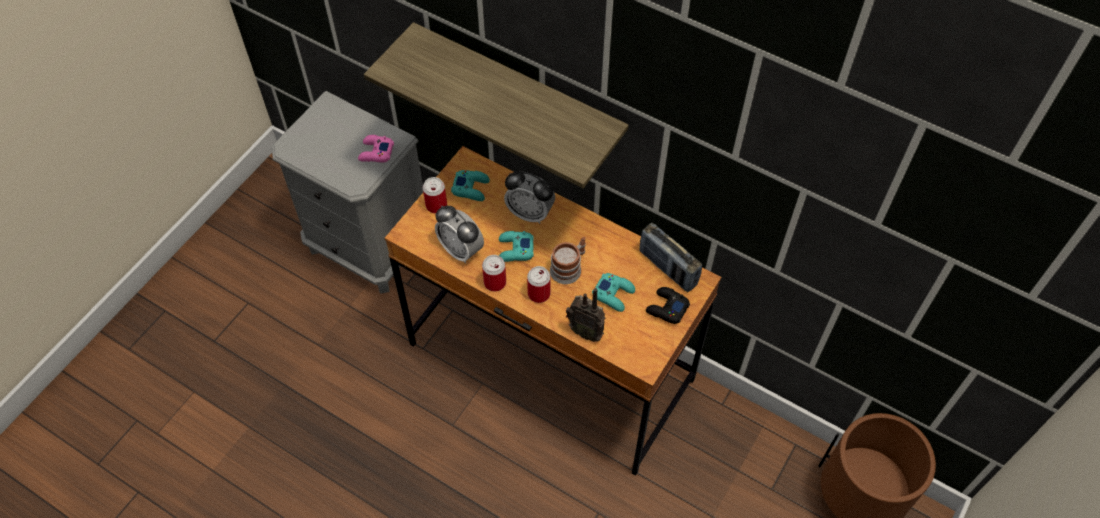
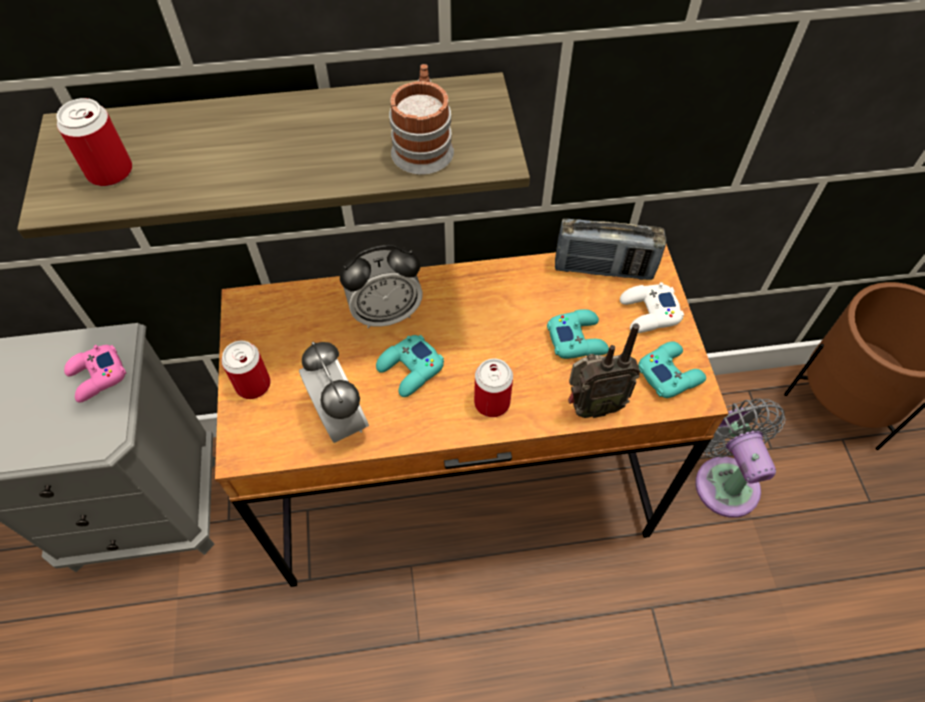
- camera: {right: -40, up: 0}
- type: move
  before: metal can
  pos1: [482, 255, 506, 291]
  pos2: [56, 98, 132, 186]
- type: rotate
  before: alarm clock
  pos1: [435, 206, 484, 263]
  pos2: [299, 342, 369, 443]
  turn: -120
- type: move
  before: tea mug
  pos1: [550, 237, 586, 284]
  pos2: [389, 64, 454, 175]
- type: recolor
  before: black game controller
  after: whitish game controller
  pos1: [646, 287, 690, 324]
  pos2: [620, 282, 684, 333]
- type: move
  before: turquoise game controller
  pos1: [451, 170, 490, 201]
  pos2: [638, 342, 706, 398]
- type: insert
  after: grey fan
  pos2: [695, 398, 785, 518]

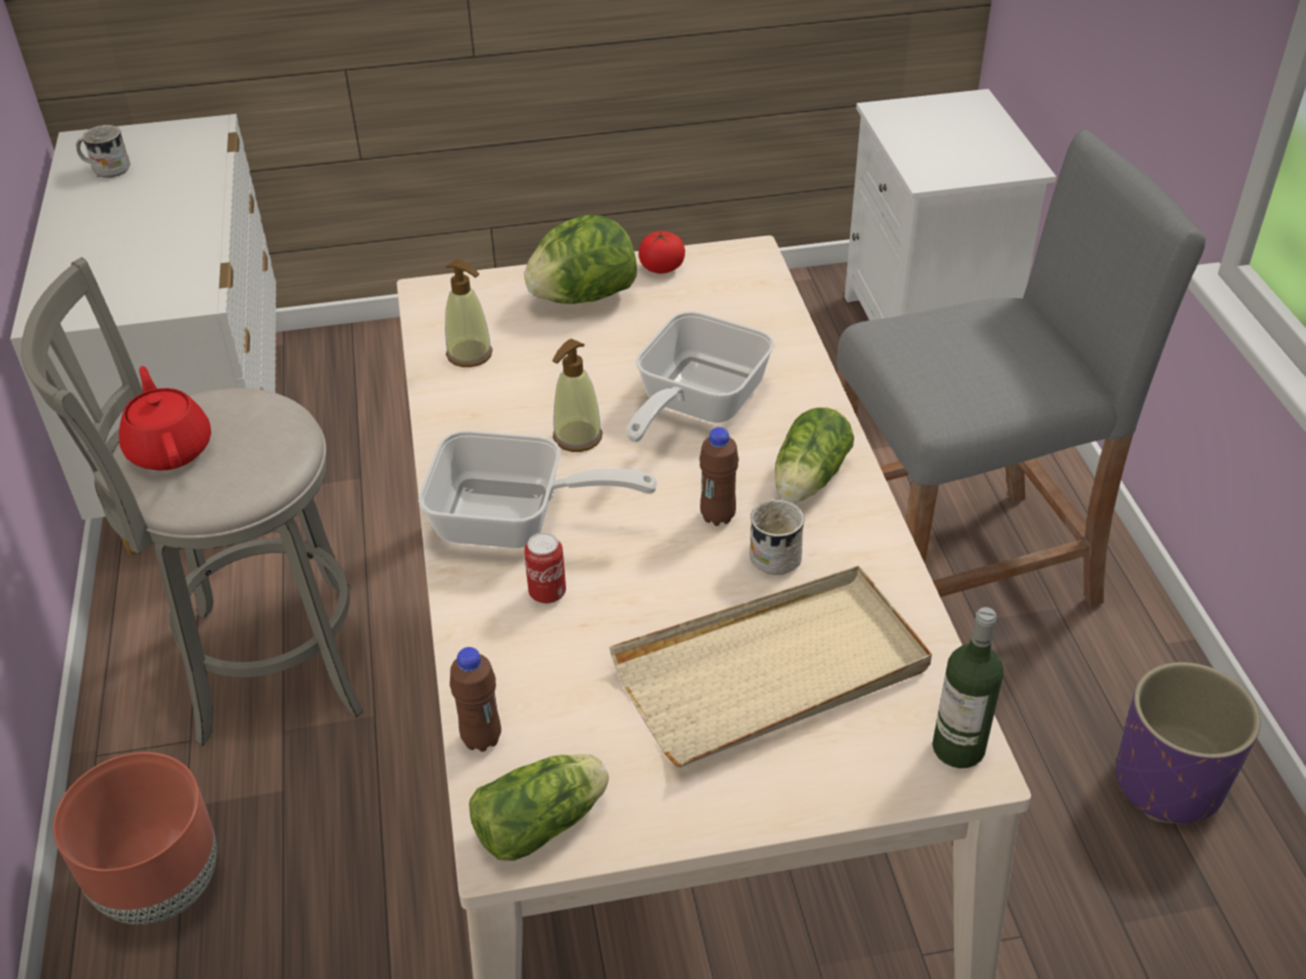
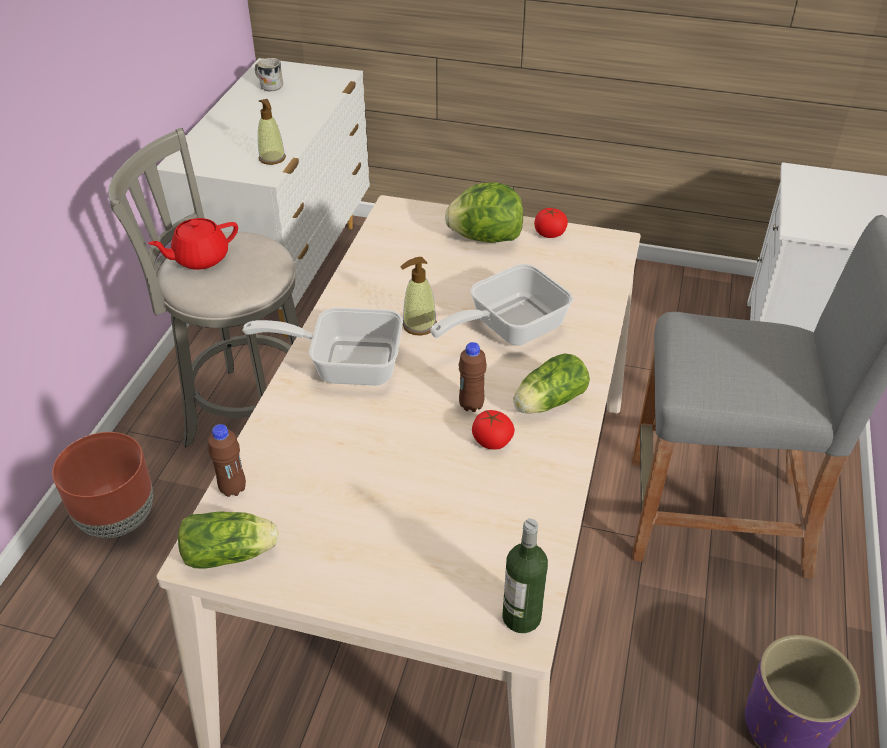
- camera: {right: 25, up: 0}
- type: rotate
  before: reddish teapot
  pos1: [119, 366, 211, 471]
  pos2: [148, 218, 238, 270]
  turn: -120
- type: rotate
  before: frying pan
  pos1: [418, 430, 657, 548]
  pos2: [242, 307, 403, 386]
  turn: 150
- type: move
  before: soap dispenser
  pos1: [445, 259, 493, 367]
  pos2: [258, 99, 286, 165]
- type: replace
  before: whitish tea mug
  after: whole tomato
  pos1: [749, 499, 805, 575]
  pos2: [472, 410, 515, 450]
- type: delete
  before: metal can
  pos1: [524, 532, 566, 604]
- type: delete
  before: beige serving tray
  pos1: [609, 566, 932, 767]

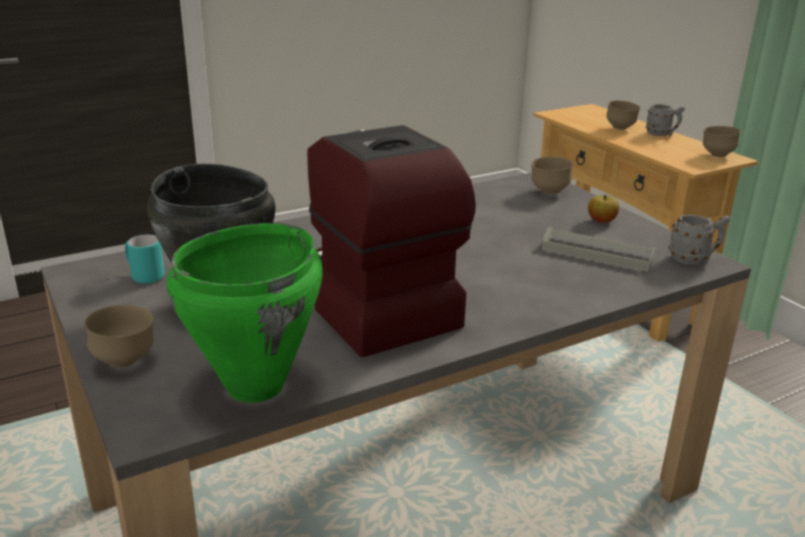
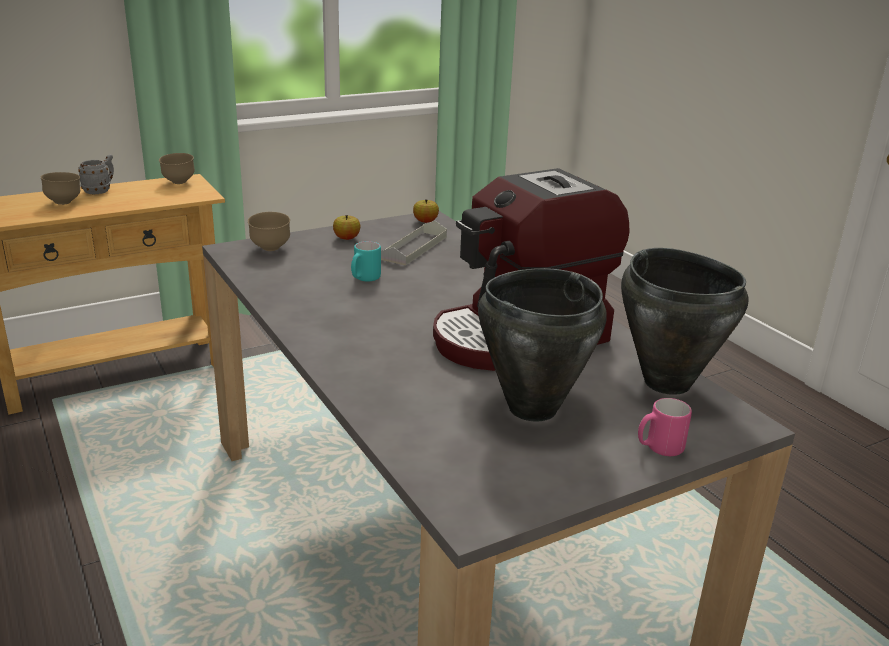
- camera: {right: -90, up: 0}
- type: move
  before: turquoise tea mug
  pos1: [125, 235, 165, 284]
  pos2: [351, 241, 381, 281]
- type: replace
  before: grey tea mug
  after: whole apple
  pos1: [669, 214, 730, 265]
  pos2: [413, 199, 439, 223]
- type: recolor
  before: green-coloured stockpot
  after: black stockpot
  pos1: [167, 223, 323, 403]
  pos2: [621, 248, 749, 395]
- type: replace
  before: brown-coloured serving bowl
  after: pink tea mug
  pos1: [84, 305, 154, 368]
  pos2: [638, 398, 692, 456]

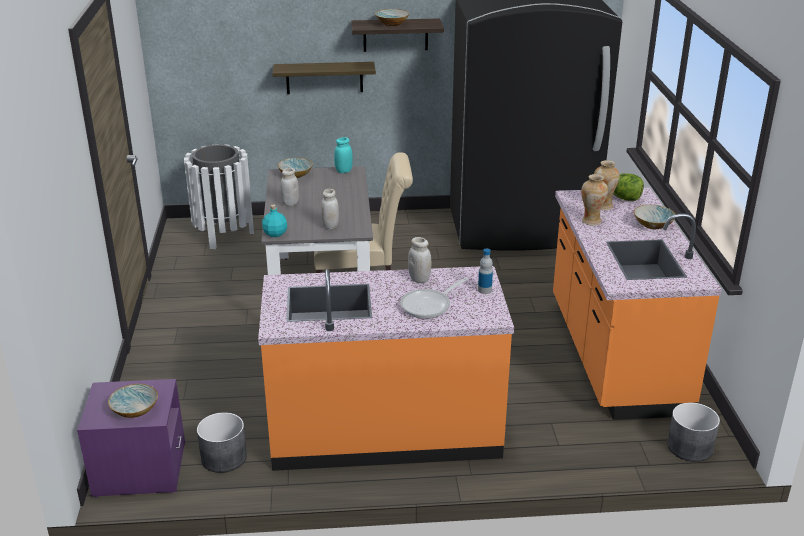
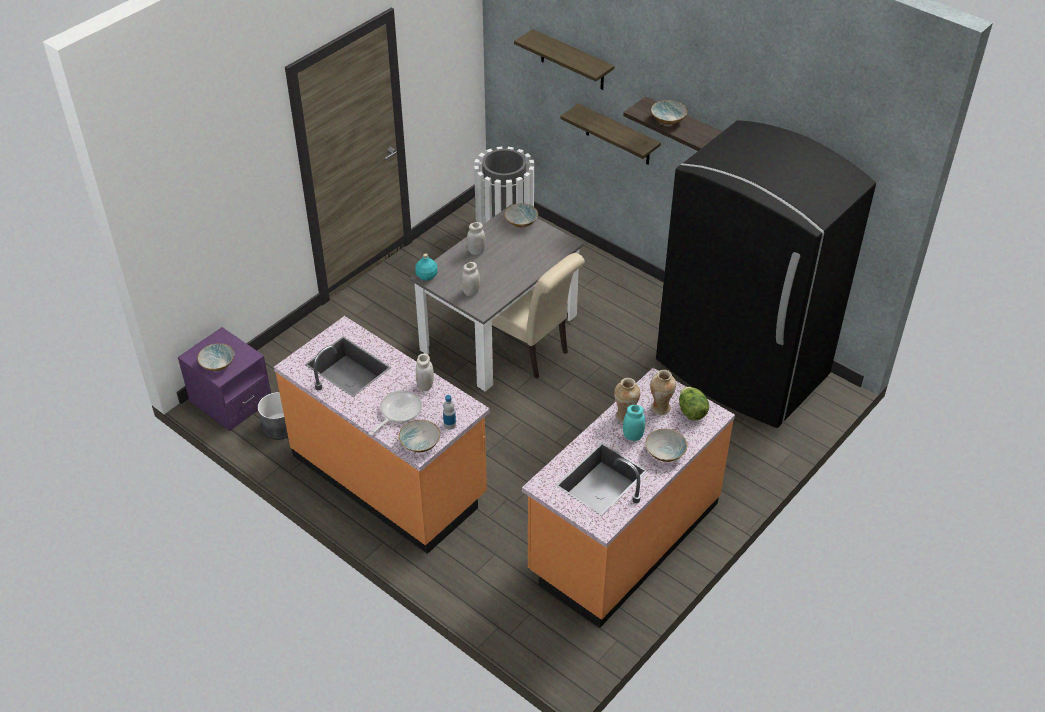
- camera: {right: 45, up: 15}
- type: rotate
  before: frying pan
  pos1: [400, 277, 469, 319]
  pos2: [369, 390, 422, 435]
  turn: 120
- type: insert
  after: serving bowl
  pos2: [399, 420, 440, 452]
- type: insert
  after: wall shelf
  pos2: [514, 29, 614, 90]
- type: move
  before: turquoise jar
  pos1: [334, 137, 353, 173]
  pos2: [623, 405, 645, 441]
- type: delete
  before: grey plant pot
  pos1: [667, 402, 720, 462]

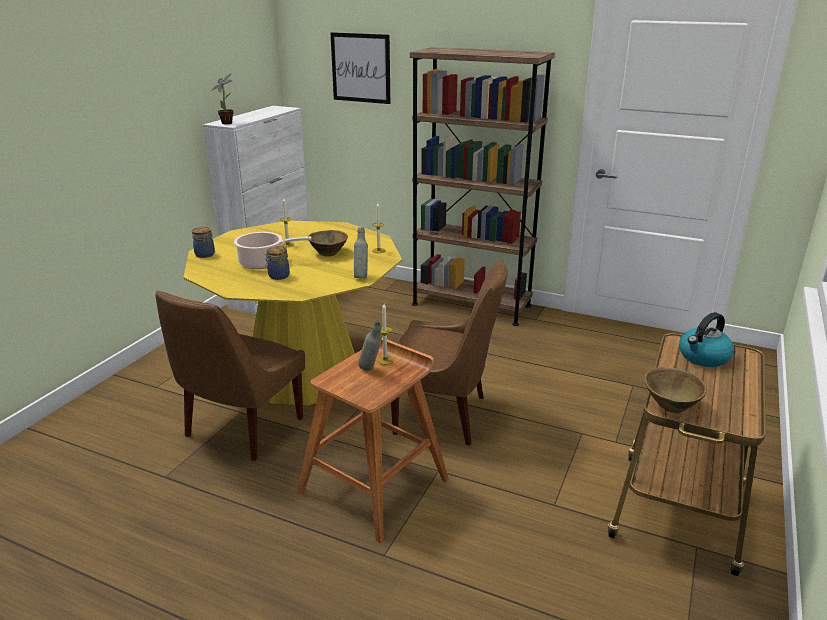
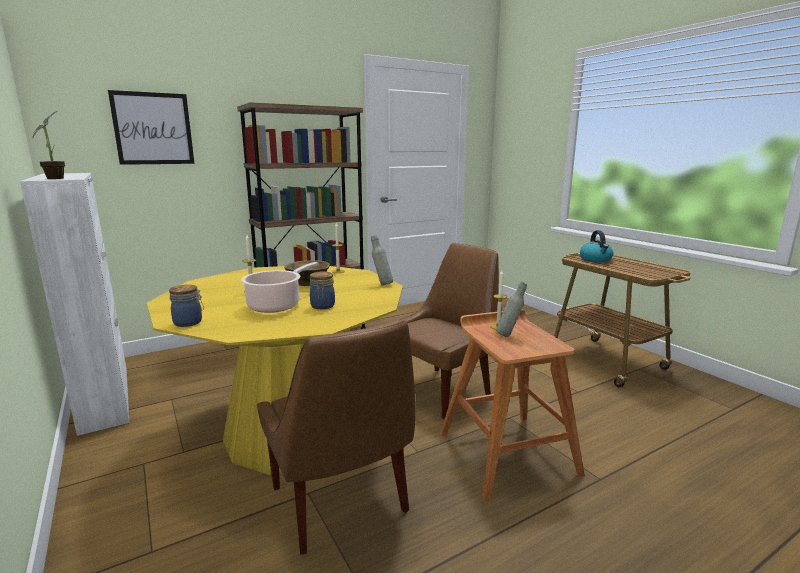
- camera: {right: -55, up: -10}
- type: delete
  before: brown-coloured serving bowl
  pos1: [644, 367, 707, 413]

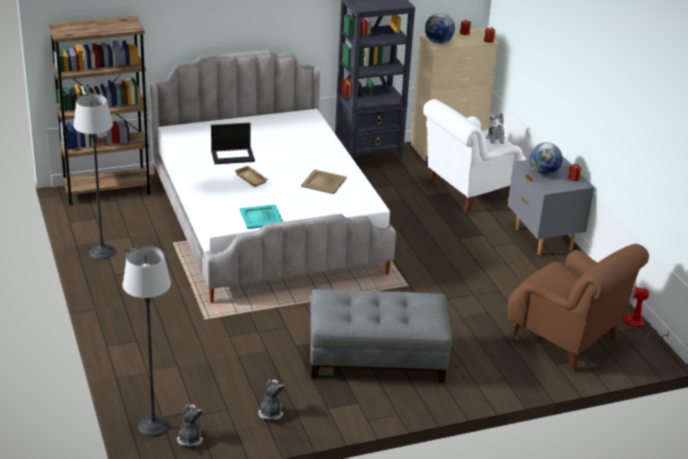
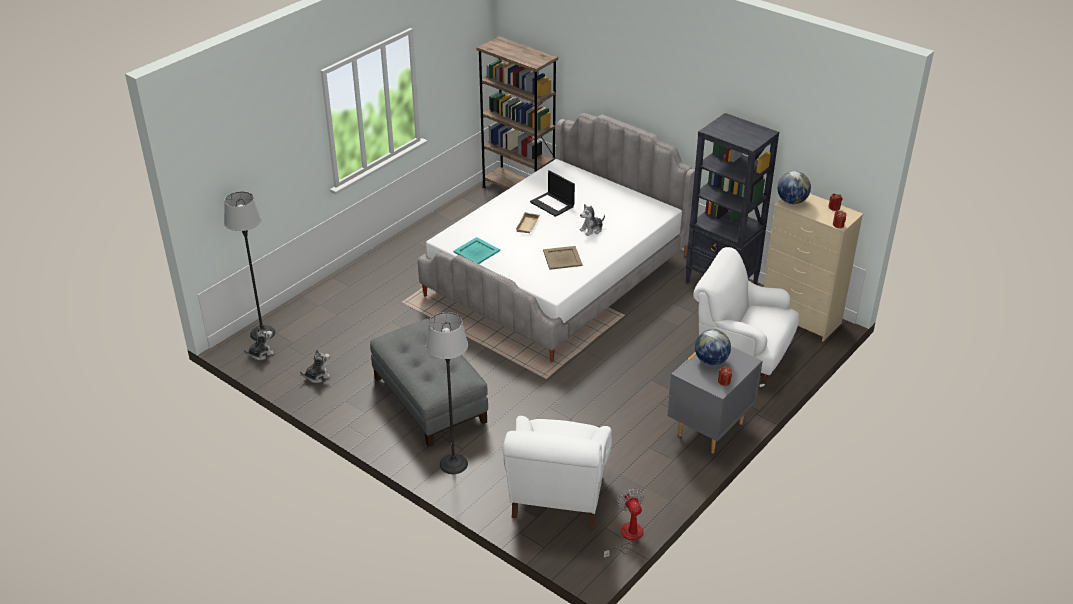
- camera: {right: 60, up: 5}
- type: move
  before: floor lamp
  pos1: [73, 94, 116, 259]
  pos2: [426, 312, 468, 474]
- type: recolor
  before: brown-coloured lounge chair
  after: whitish lounge chair
  pos1: [507, 244, 649, 372]
  pos2: [503, 416, 612, 529]
- type: move
  before: soft toy
  pos1: [486, 113, 505, 144]
  pos2: [579, 204, 605, 236]

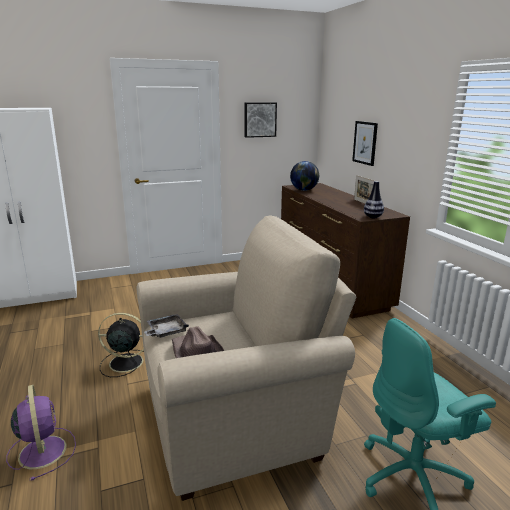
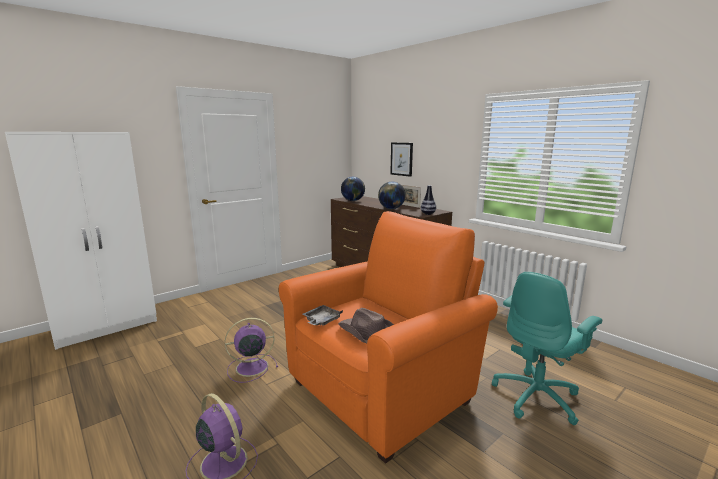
- camera: {right: -20, up: -5}
- type: recolor
  before: black fan
  after: purplish fan
  pos1: [98, 313, 144, 377]
  pos2: [225, 318, 278, 383]
- type: recolor
  before: beige lounge chair
  after: orange lounge chair
  pos1: [137, 216, 356, 501]
  pos2: [279, 211, 498, 464]
- type: insert
  after: desk globe
  pos2: [378, 182, 406, 209]
- type: delete
  before: picture
  pos1: [244, 102, 277, 138]

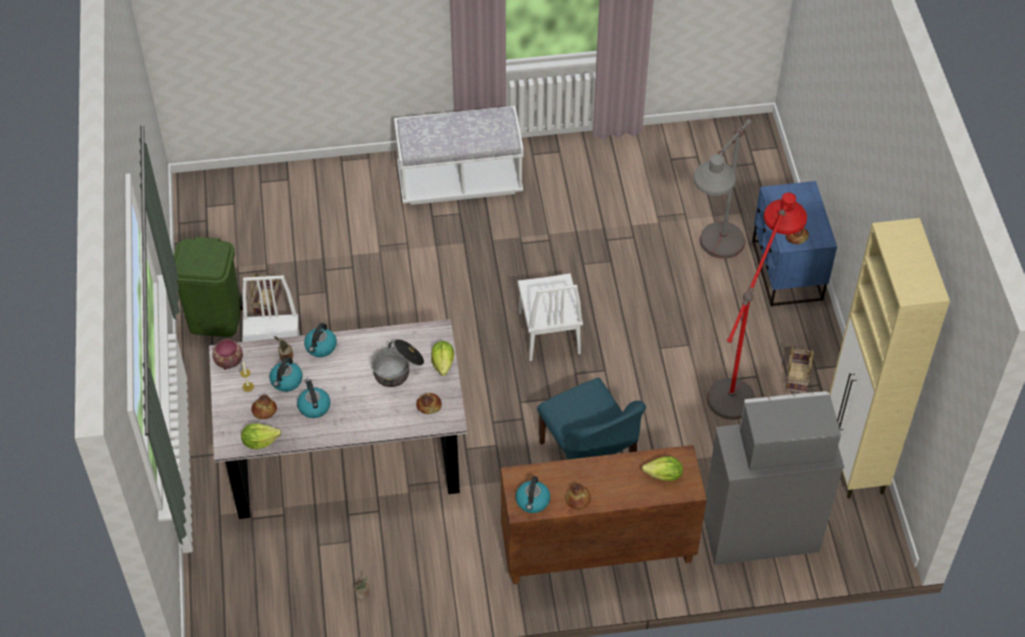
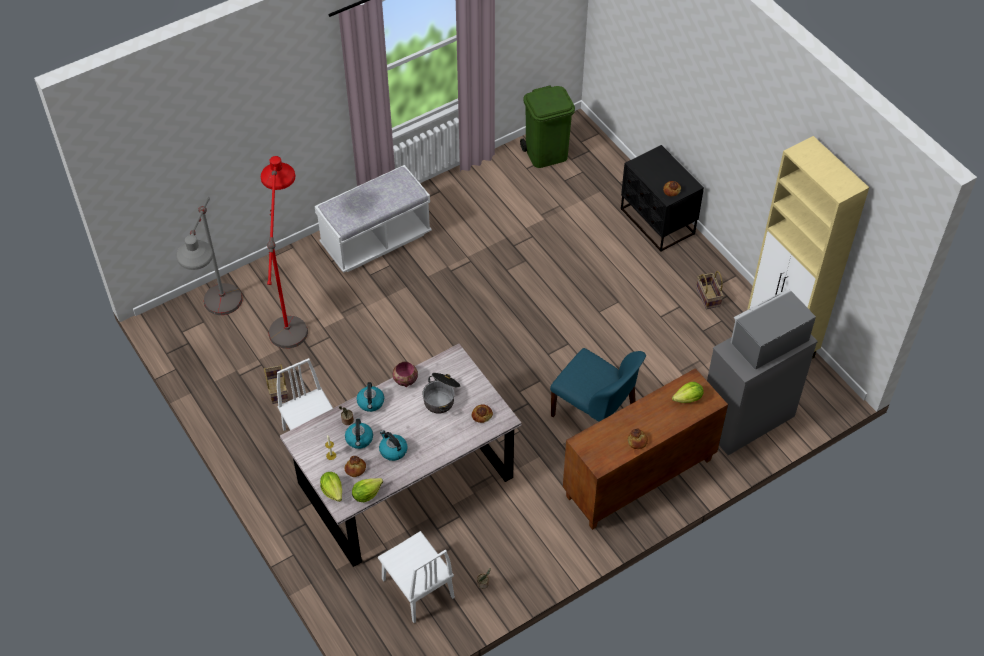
- camera: {right: -25, up: 0}
- type: move
  before: grey floor lamp
  pos1: [694, 119, 751, 259]
  pos2: [177, 197, 243, 315]
- type: move
  before: reddish floor lamp
  pos1: [707, 193, 807, 420]
  pos2: [261, 156, 308, 349]
- type: move
  before: lettuce
  pos1: [431, 341, 454, 376]
  pos2: [320, 472, 342, 502]
- type: move
  before: whitish upright chair
  pos1: [517, 273, 583, 361]
  pos2: [378, 531, 455, 623]
- type: move
  before: serving bowl
  pos1: [213, 339, 243, 370]
  pos2: [393, 362, 418, 387]
- type: move
  before: green-coloured trash can
  pos1: [174, 237, 247, 337]
  pos2: [520, 86, 575, 168]
- type: recolor
  before: blue-coloured nightstand
  after: black nightstand
  pos1: [752, 181, 837, 307]
  pos2: [621, 145, 704, 252]
- type: delete
  before: water kettle
  pos1: [516, 476, 550, 513]

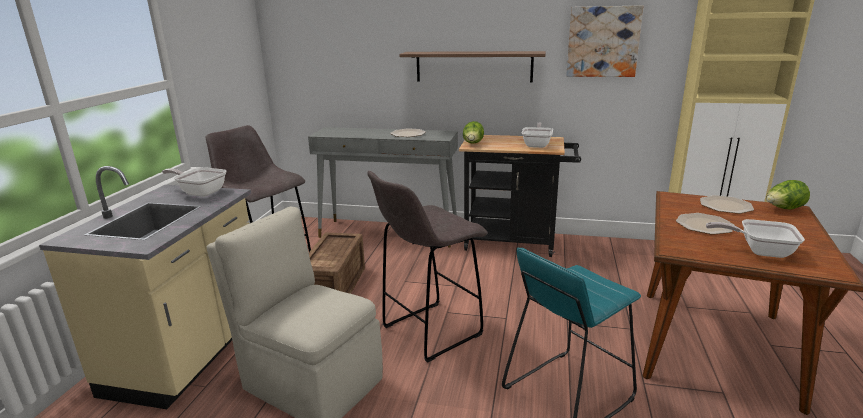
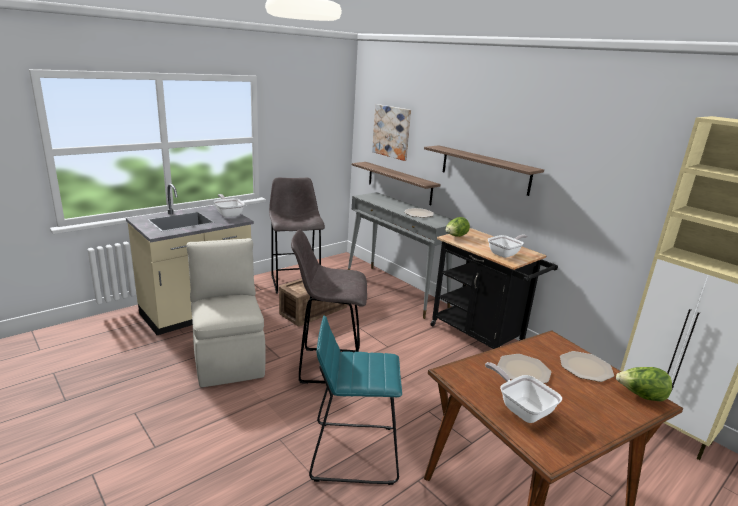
- camera: {right: 35, up: 0}
- type: insert
  after: wall shelf
  pos2: [352, 162, 441, 205]
- type: move
  before: picture
  pos1: [566, 5, 643, 77]
  pos2: [372, 104, 411, 161]

